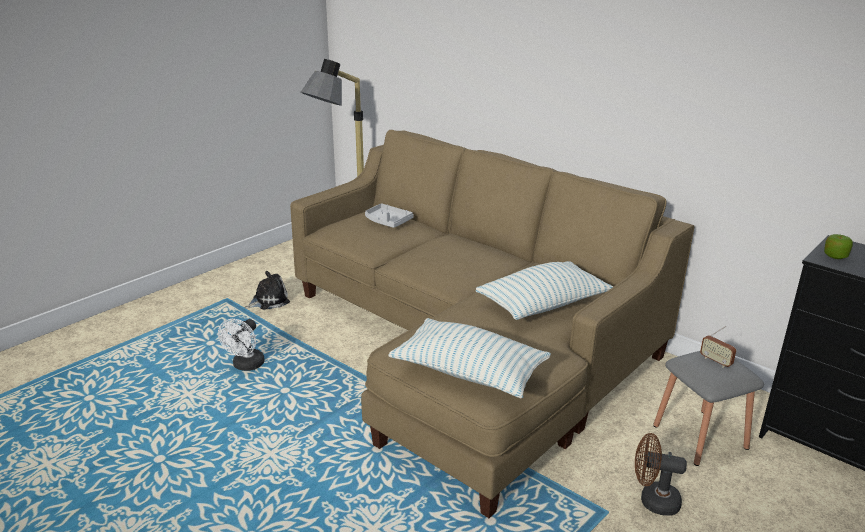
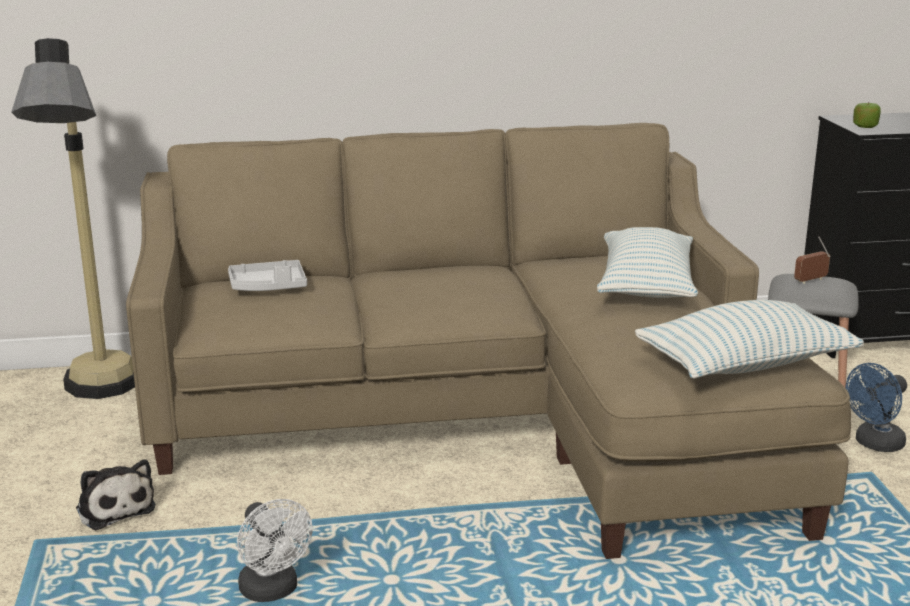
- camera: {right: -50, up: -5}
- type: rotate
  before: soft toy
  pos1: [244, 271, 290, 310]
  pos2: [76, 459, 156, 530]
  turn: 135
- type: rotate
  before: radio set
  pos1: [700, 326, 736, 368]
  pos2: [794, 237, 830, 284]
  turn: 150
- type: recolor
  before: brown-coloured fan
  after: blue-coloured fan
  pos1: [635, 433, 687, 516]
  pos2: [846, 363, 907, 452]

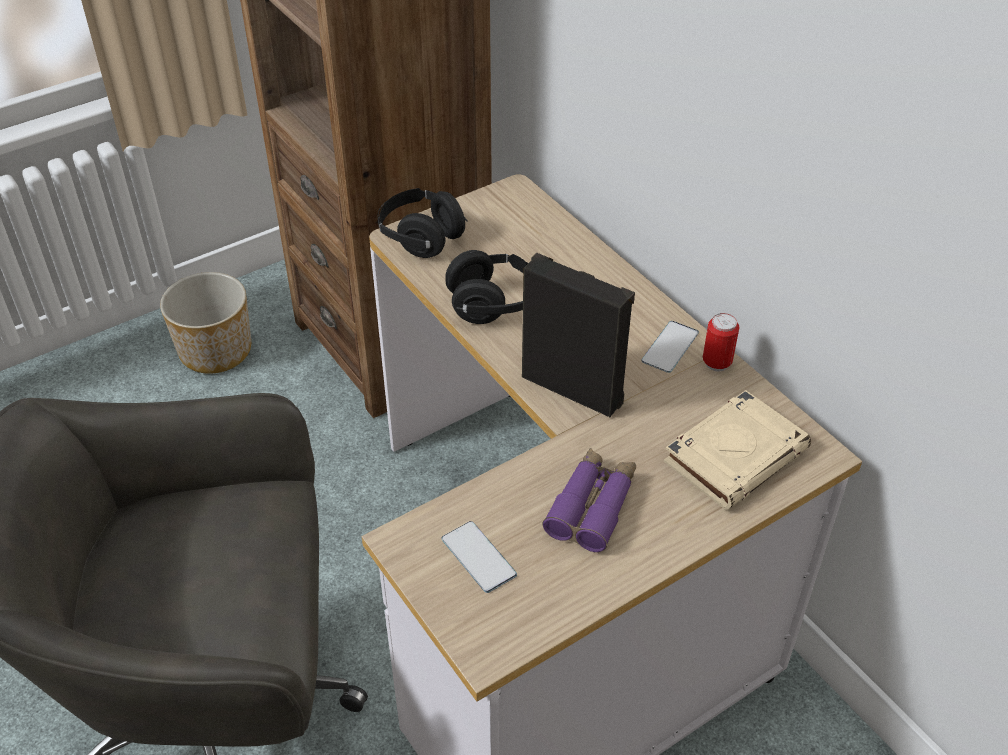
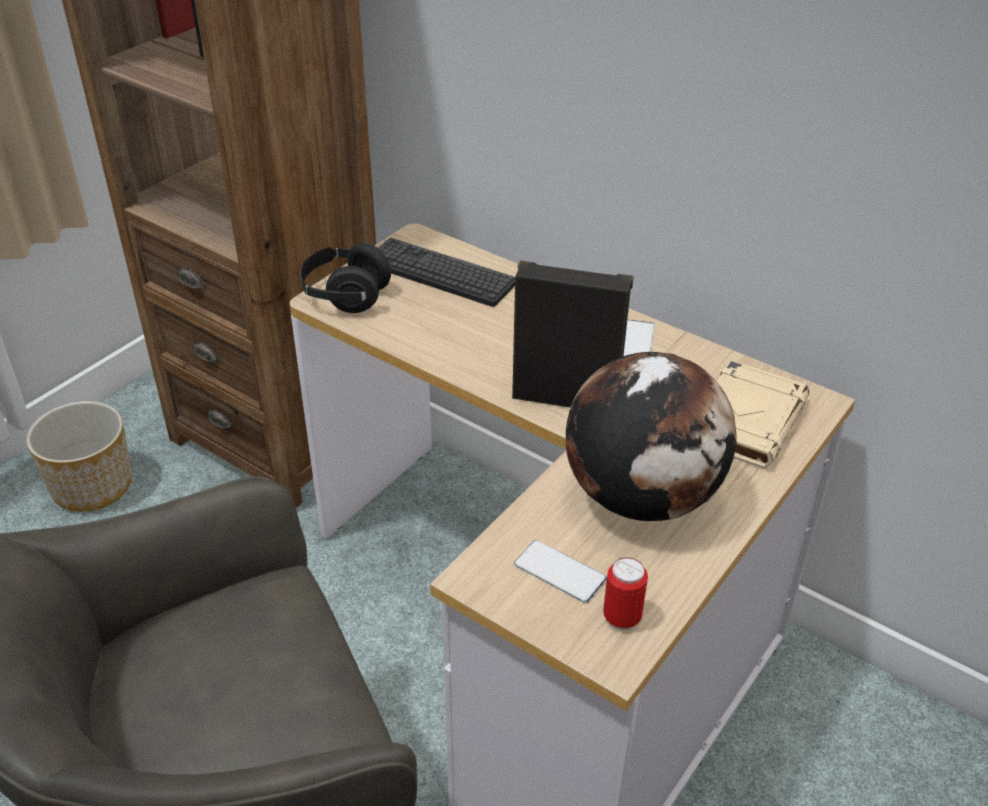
- camera: {right: -20, up: -5}
- type: insert
  after: PC keyboard
  pos2: [378, 237, 515, 307]
- type: replace
  before: purplish pair of binoculars
  after: desk globe
  pos1: [543, 448, 636, 552]
  pos2: [566, 352, 737, 521]
- type: move
  before: metal can
  pos1: [703, 313, 739, 371]
  pos2: [603, 557, 648, 630]
- type: delete
  before: black headphones
  pos1: [445, 250, 528, 324]

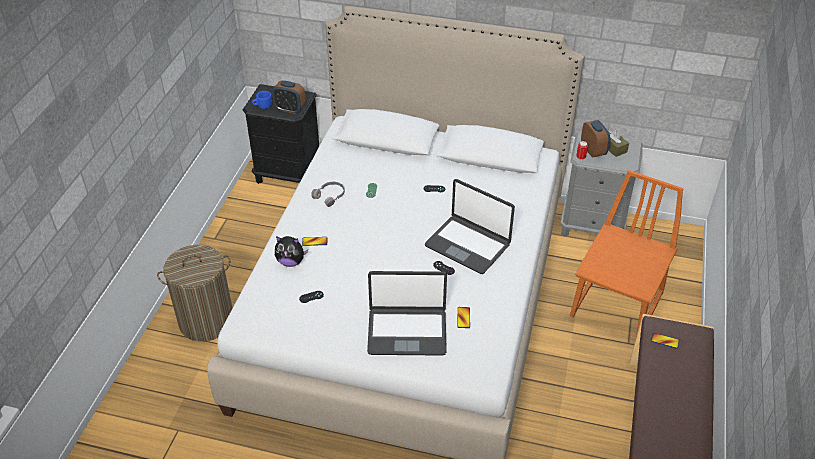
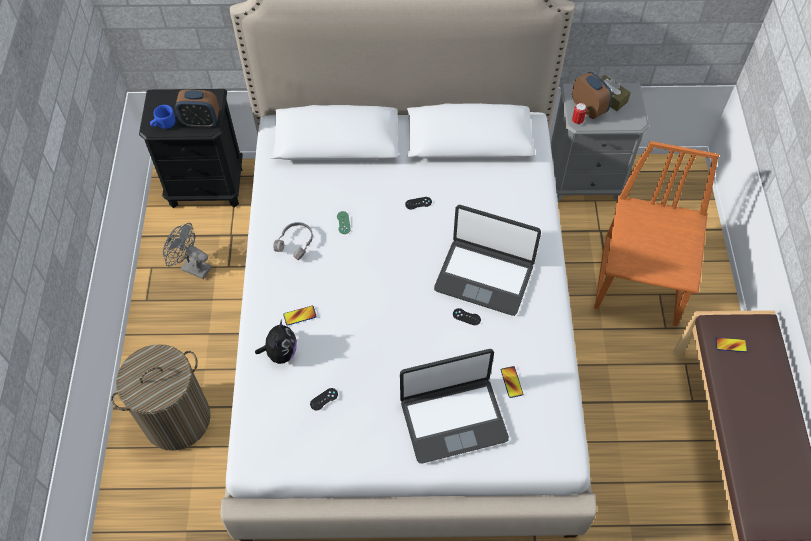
- camera: {right: -15, up: 15}
- type: insert
  after: grey fan
  pos2: [163, 223, 212, 279]
- type: rotate
  before: soft toy
  pos1: [275, 236, 308, 267]
  pos2: [255, 320, 297, 364]
  turn: -75

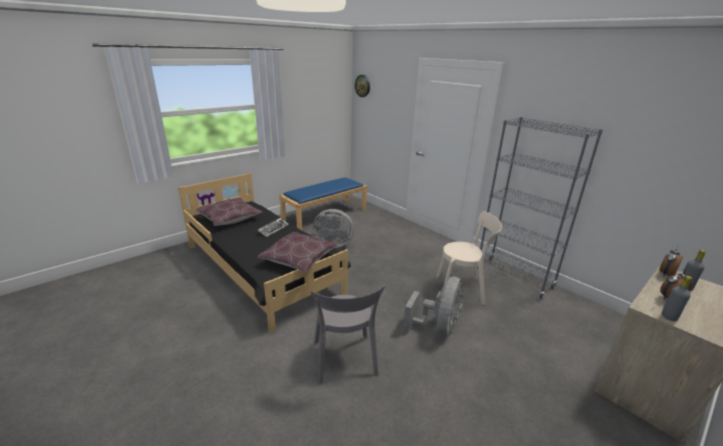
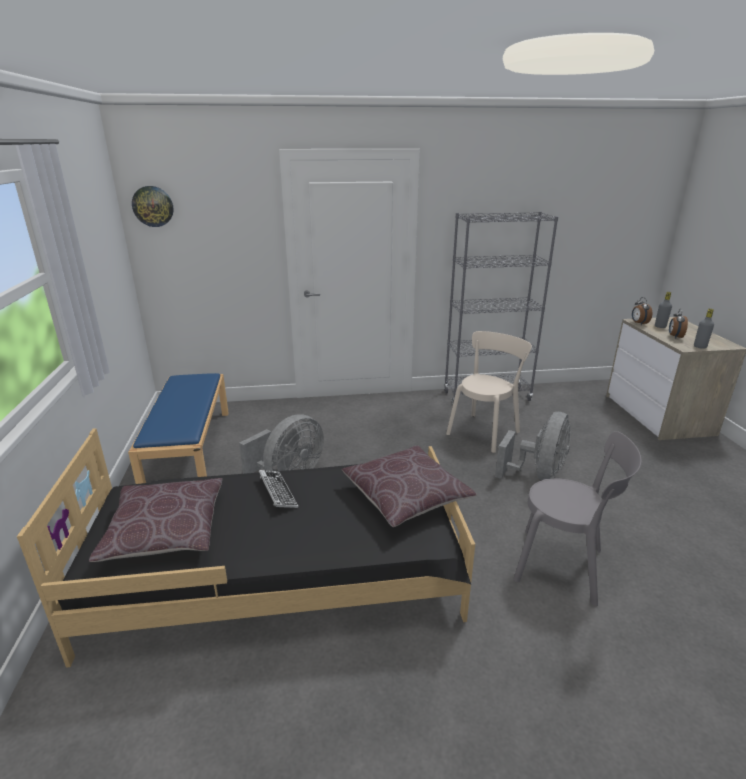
- camera: {right: -55, up: 0}
- type: rotate
  before: grey fan
  pos1: [403, 277, 463, 335]
  pos2: [495, 412, 571, 480]
  turn: 60

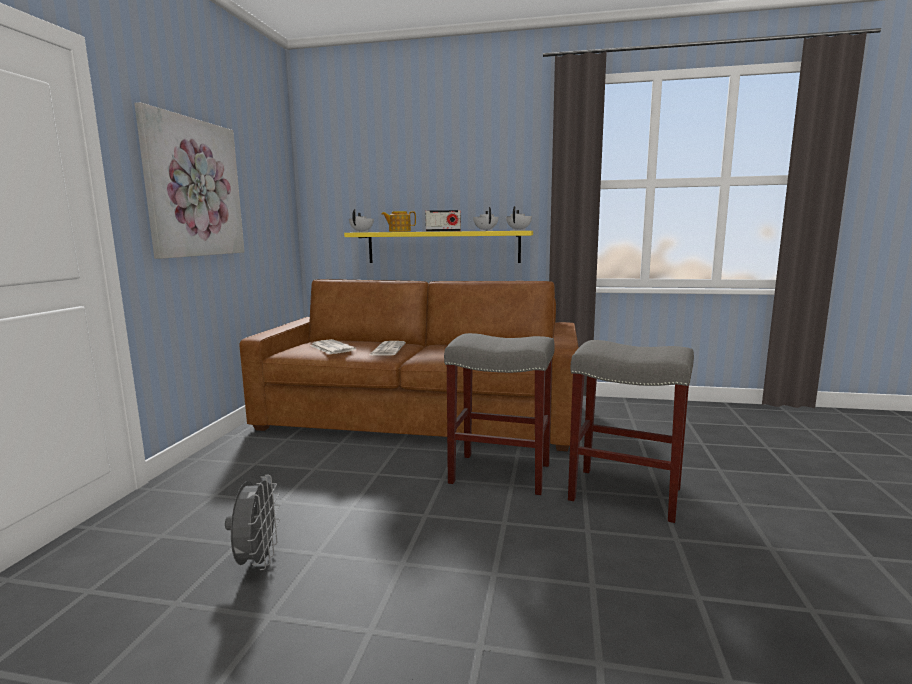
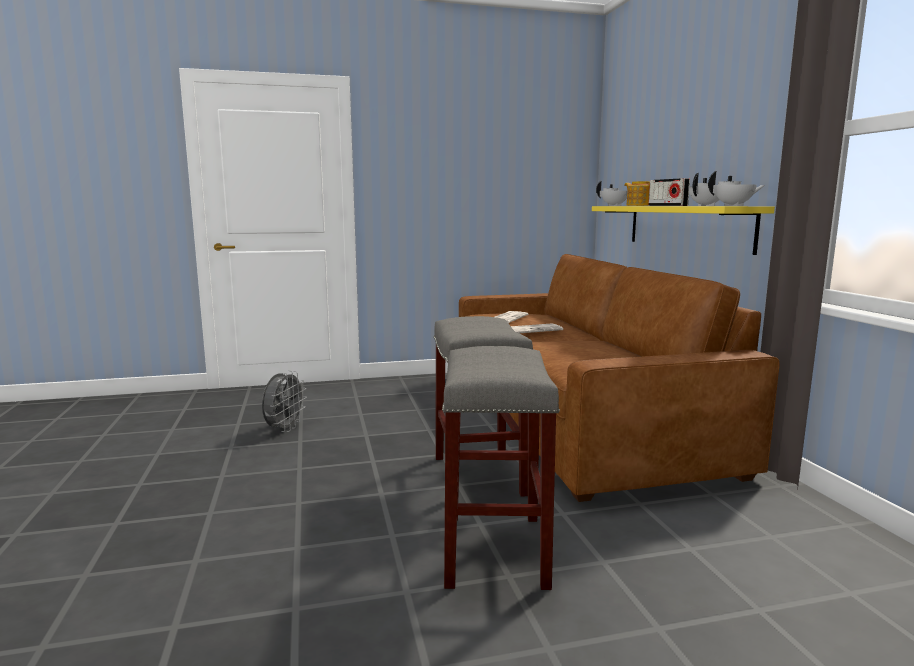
- camera: {right: 65, up: 0}
- type: rotate
  before: grey fan
  pos1: [225, 475, 280, 570]
  pos2: [262, 371, 307, 432]
  turn: -45
- type: delete
  before: picture
  pos1: [134, 102, 245, 259]

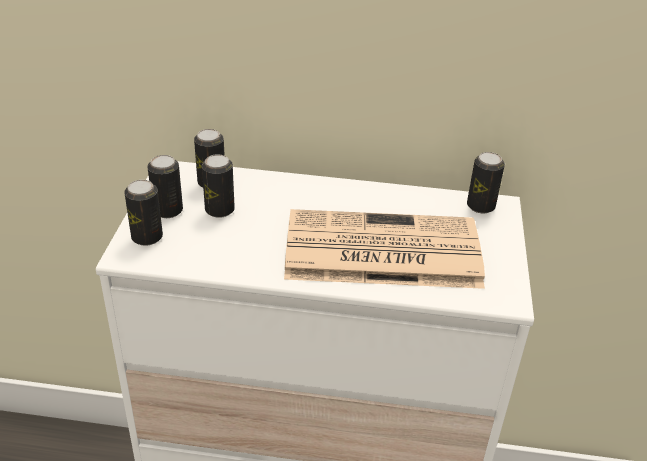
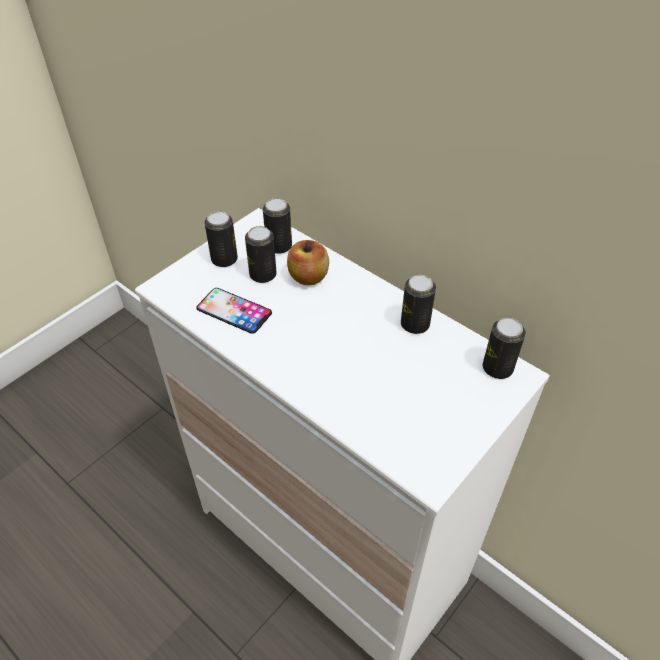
- camera: {right: 35, up: 10}
- type: insert
  after: telephone
  pos2: [196, 288, 272, 334]
- type: insert
  after: whole apple
  pos2: [287, 240, 329, 286]
- type: move
  before: metal can
  pos1: [124, 180, 163, 246]
  pos2: [401, 275, 436, 334]
- type: delete
  before: printed paper
  pos1: [284, 209, 485, 289]

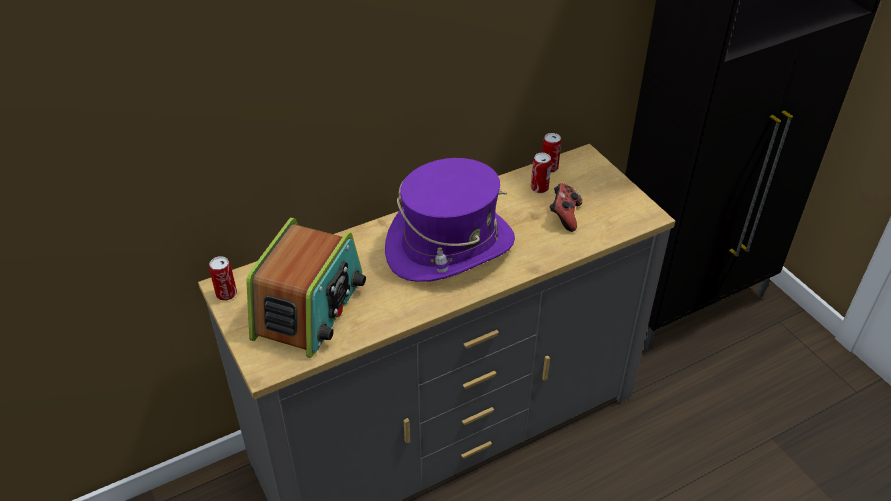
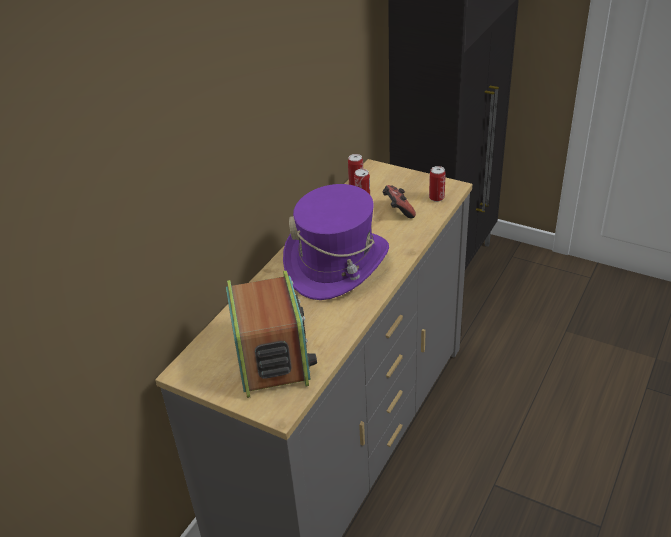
- camera: {right: -30, up: -5}
- type: move
  before: metal can
  pos1: [209, 256, 237, 301]
  pos2: [429, 166, 446, 202]

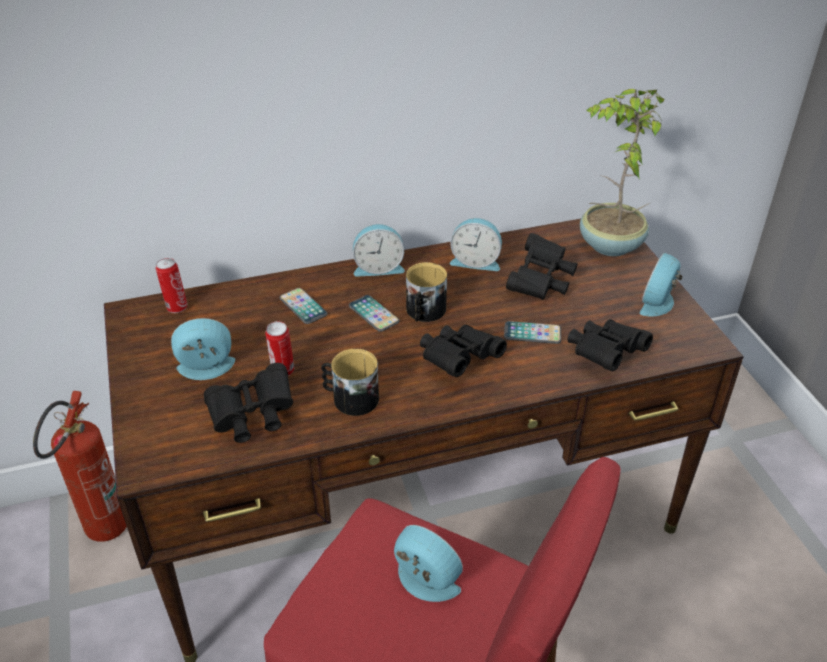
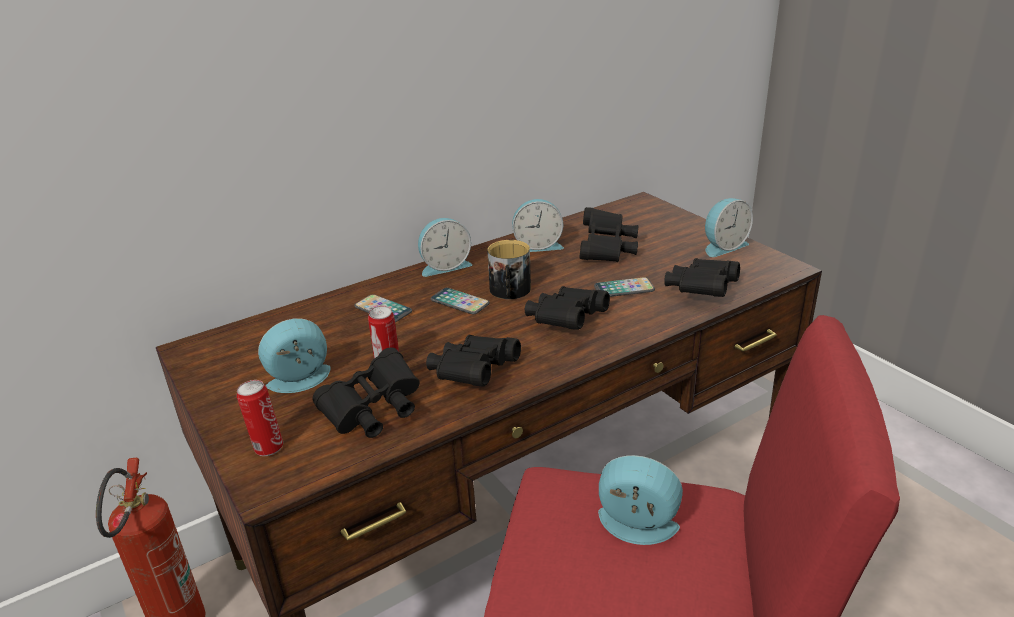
- camera: {right: -15, up: -10}
- type: move
  before: metal can
  pos1: [156, 258, 187, 313]
  pos2: [237, 380, 283, 456]
- type: replace
  before: tea mug
  after: black pair of binoculars
  pos1: [321, 349, 379, 416]
  pos2: [426, 335, 521, 387]
- type: rotate
  before: alarm clock
  pos1: [640, 253, 682, 316]
  pos2: [705, 198, 753, 257]
  turn: -135
- type: delete
  before: plant in a pot
  pos1: [580, 89, 664, 256]

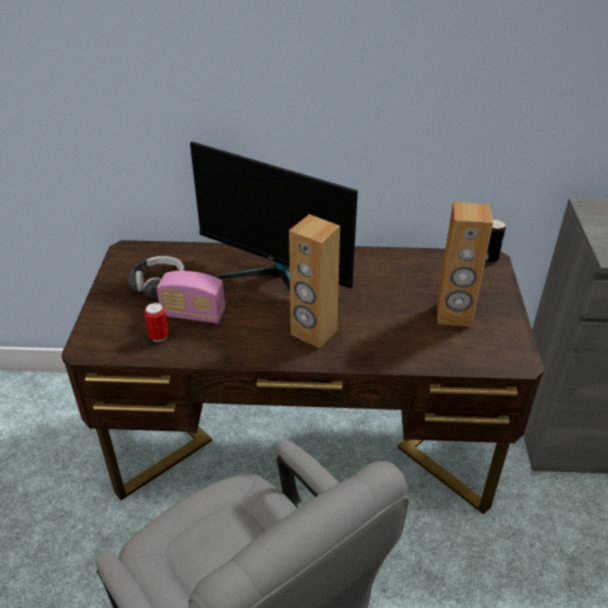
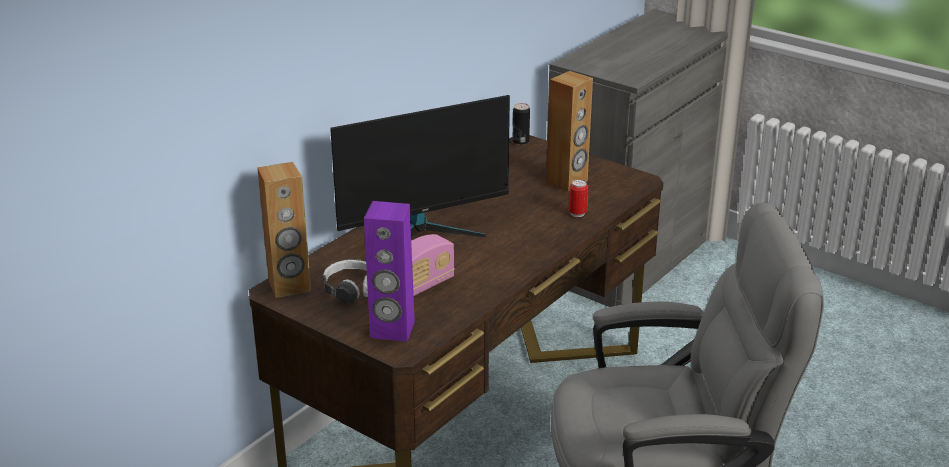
- camera: {right: -55, up: -10}
- type: move
  before: brown-coloured loudspeaker
  pos1: [289, 214, 340, 348]
  pos2: [257, 162, 311, 298]
- type: insert
  after: purplish loudspeaker
  pos2: [364, 201, 415, 342]
- type: move
  before: metal can
  pos1: [144, 303, 169, 342]
  pos2: [569, 179, 588, 217]

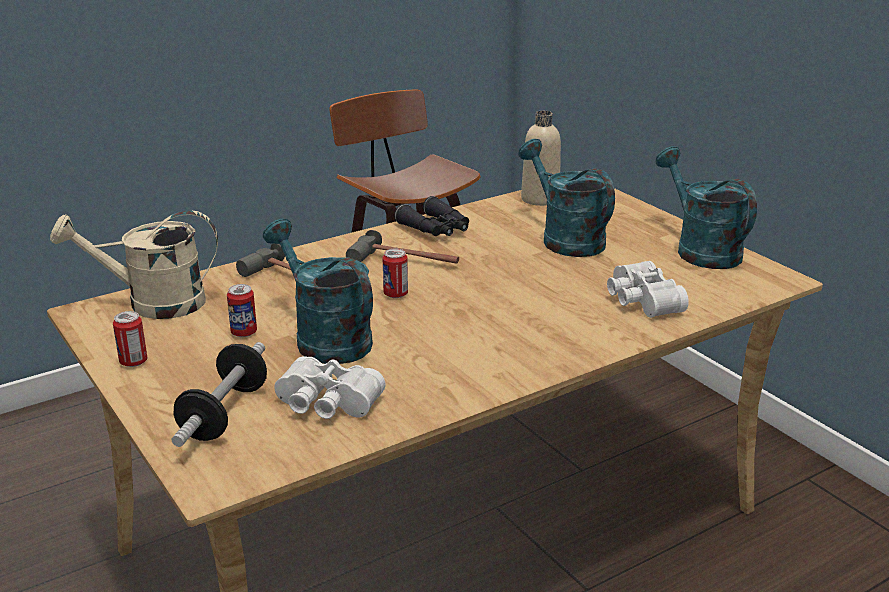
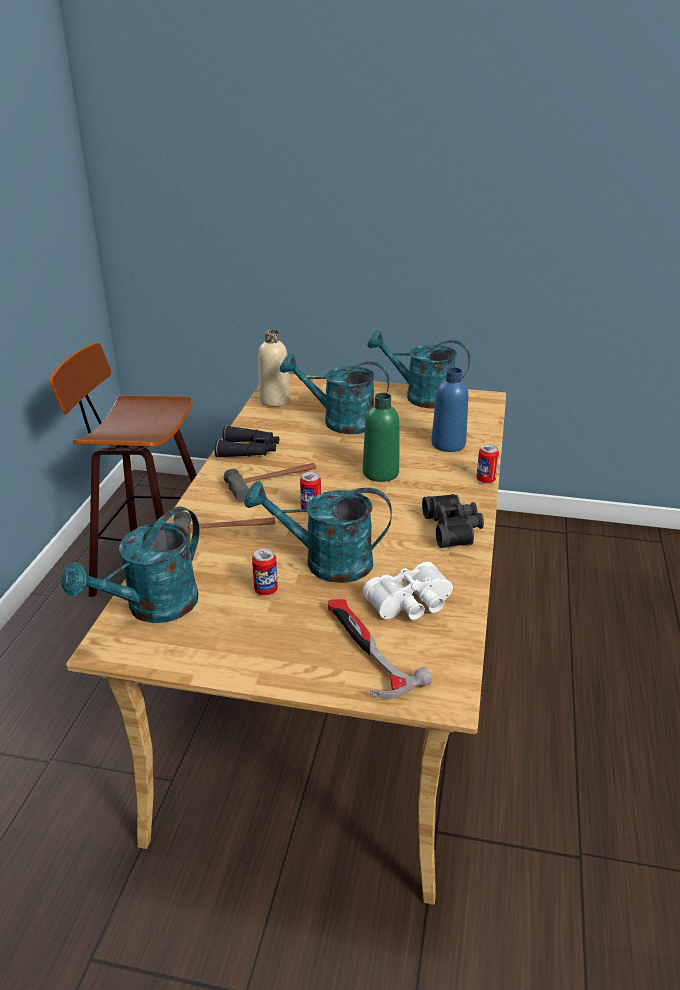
- camera: {right: -45, up: 5}
- type: recolor
  before: beige sprinkling can
  after: turquoise sprinkling can
  pos1: [50, 210, 218, 319]
  pos2: [62, 507, 200, 623]
- type: replace
  before: free weight
  after: hammer
  pos1: [172, 342, 267, 447]
  pos2: [328, 599, 432, 698]
- type: insert
  after: green-coloured drink bottle
  pos2: [363, 393, 399, 482]
- type: insert
  after: black pair of binoculars
  pos2: [422, 494, 484, 548]
- type: replace
  before: whitish pair of binoculars
  after: blue-coloured drink bottle
  pos1: [607, 261, 689, 318]
  pos2: [431, 368, 469, 452]
- type: move
  before: metal can
  pos1: [113, 311, 147, 367]
  pos2: [476, 444, 499, 483]

